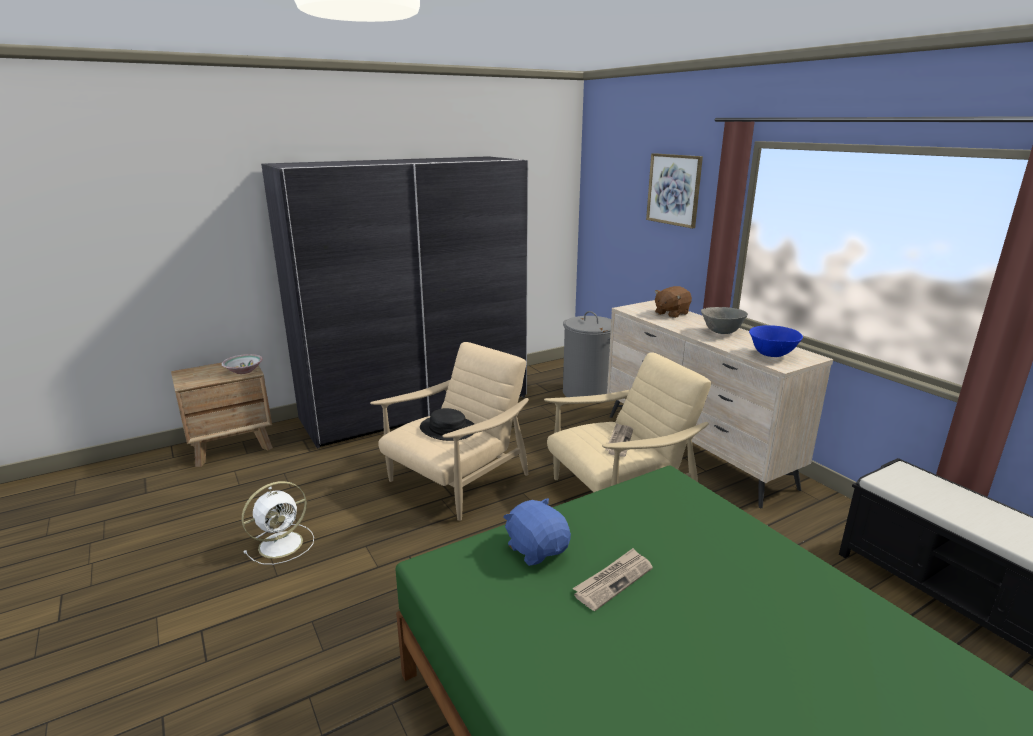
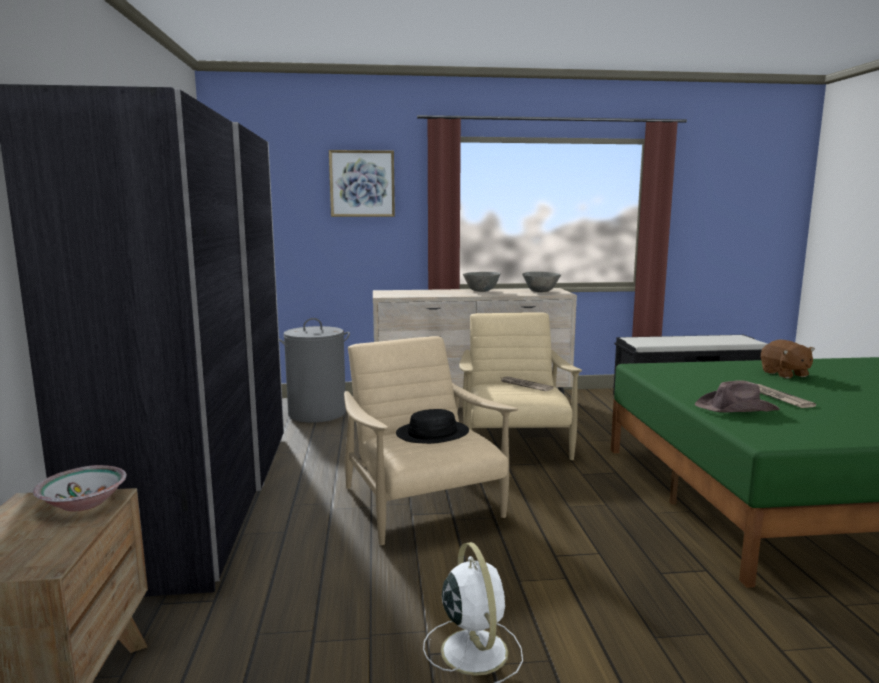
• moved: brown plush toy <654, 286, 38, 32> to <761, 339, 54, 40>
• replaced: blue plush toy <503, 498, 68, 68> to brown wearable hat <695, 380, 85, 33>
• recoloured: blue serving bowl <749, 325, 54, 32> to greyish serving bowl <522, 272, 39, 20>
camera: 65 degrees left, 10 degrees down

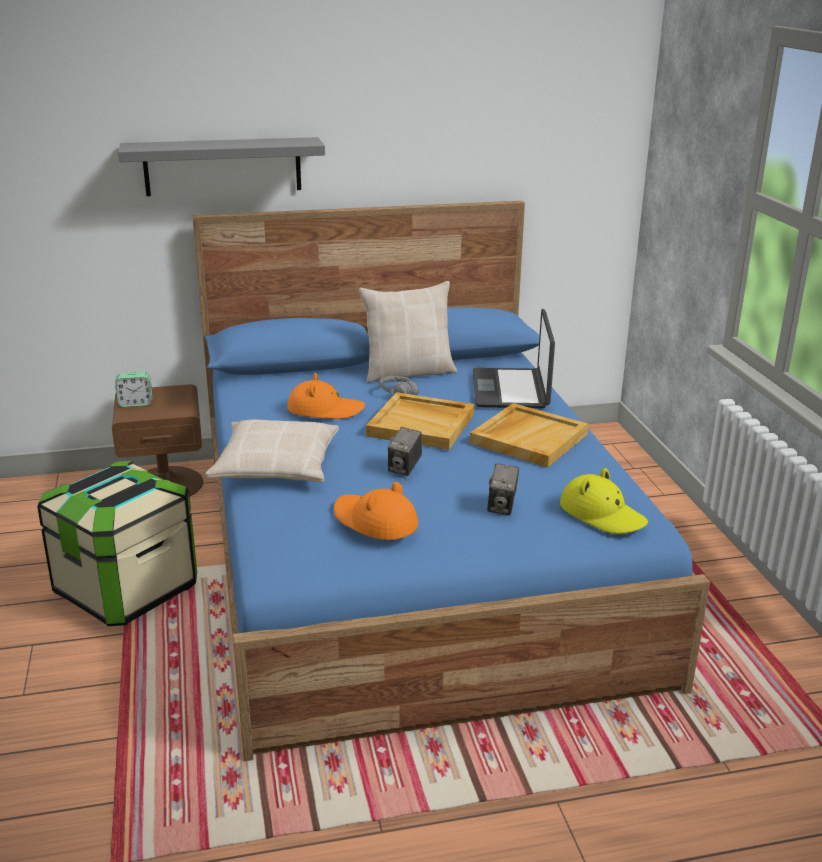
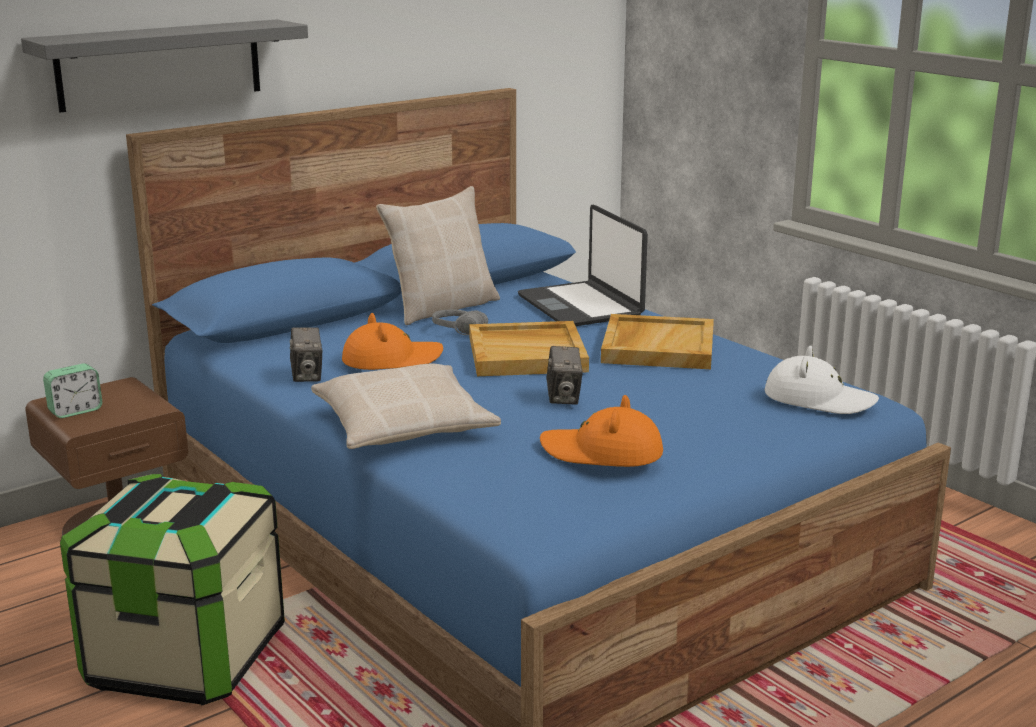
• moved: still camera <487, 463, 32, 52> to <290, 327, 32, 55>
• recoloured: yellowish wearable hat <560, 468, 88, 66> to white-coloured wearable hat <765, 345, 114, 69>
camera: 25 degrees left, 5 degrees down

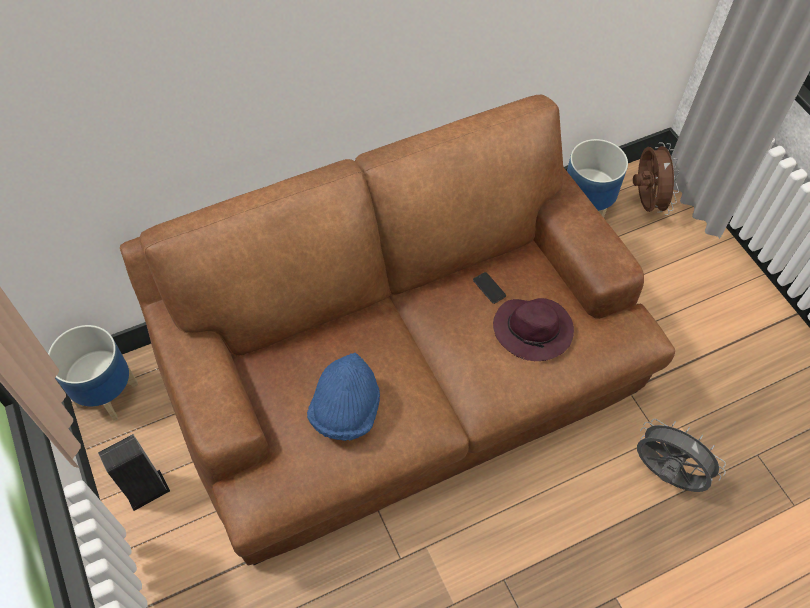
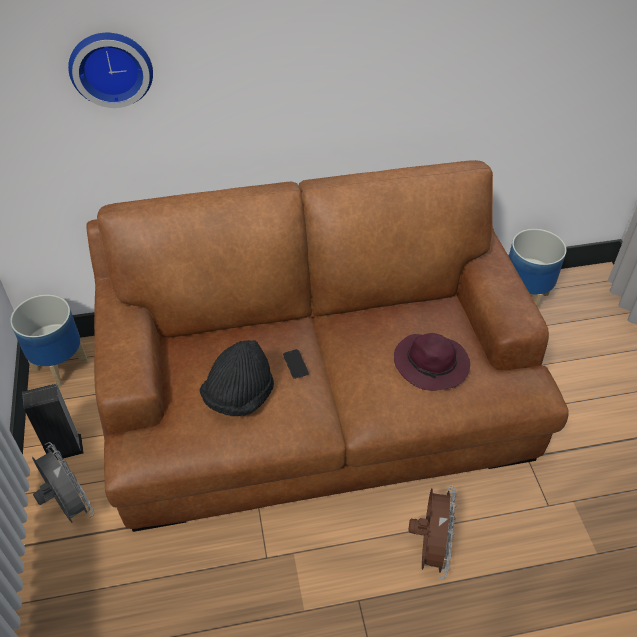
• added: wall clock <68, 33, 85, 75>
• moved: handset <473, 272, 33, 32> to <283, 349, 26, 30>
• moved: brown cooling fan <633, 142, 46, 73> to <408, 485, 49, 94>
• moved: greyish cooling fan <637, 419, 89, 73> to <32, 442, 62, 81>
• recoloured: blue wearable hat <307, 353, 73, 88> to black-coloured wearable hat <200, 340, 74, 76>
camera: 15 degrees right, 10 degrees down

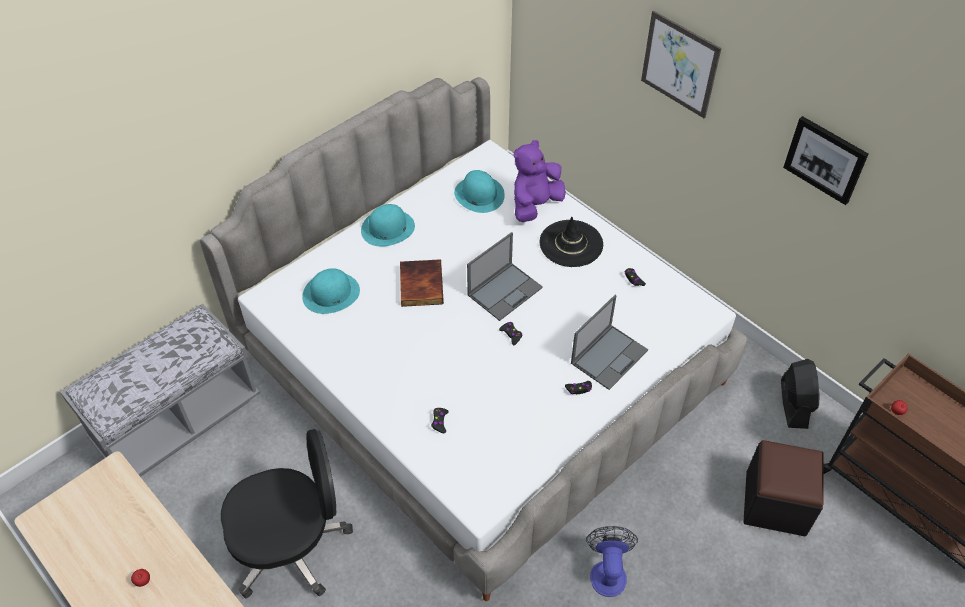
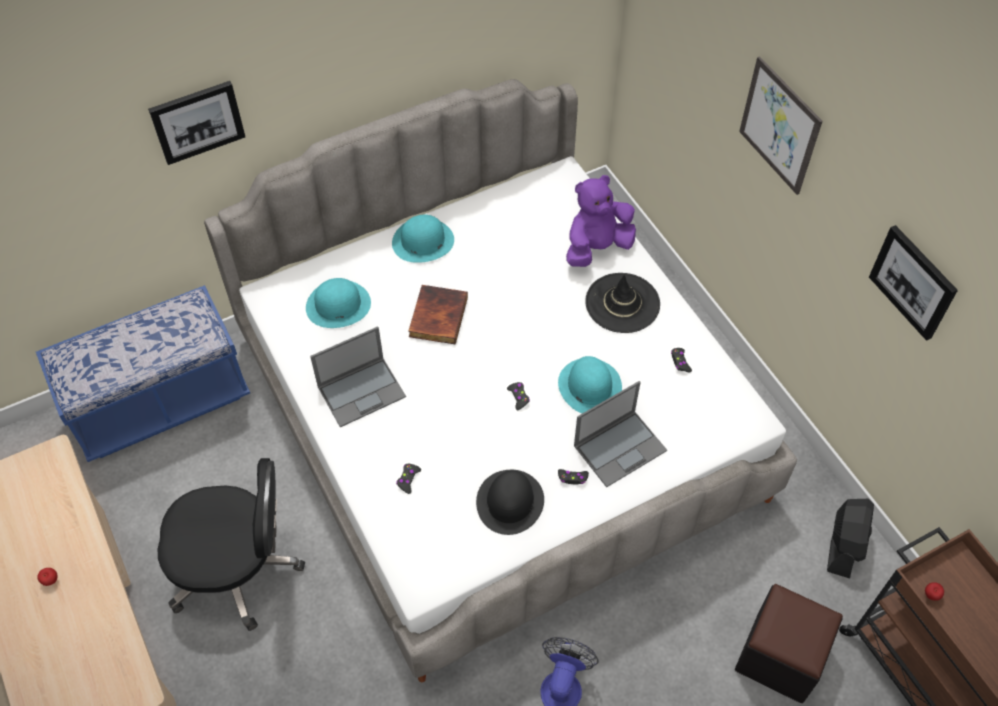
• added: wall picture <148, 81, 97, 84>
• added: black-coloured wearable hat <476, 470, 68, 65>
• moved: turquoise-coloured wearable hat <454, 170, 51, 43> to <558, 356, 64, 57>
• moved: portable computer <467, 232, 76, 89> to <310, 326, 96, 101>
• recoloured: greyish indoor bench <60, 304, 200, 173> to blue indoor bench <36, 285, 214, 177>
camera: 15 degrees right, 5 degrees up

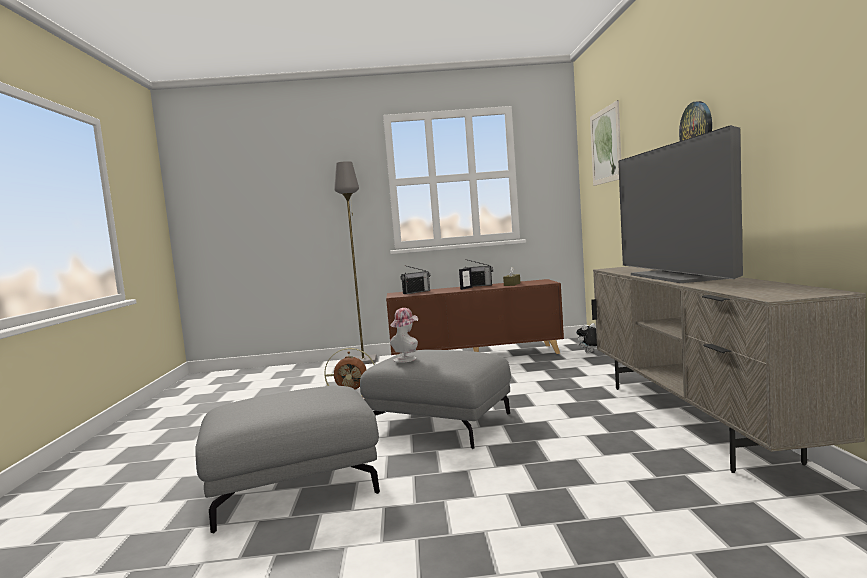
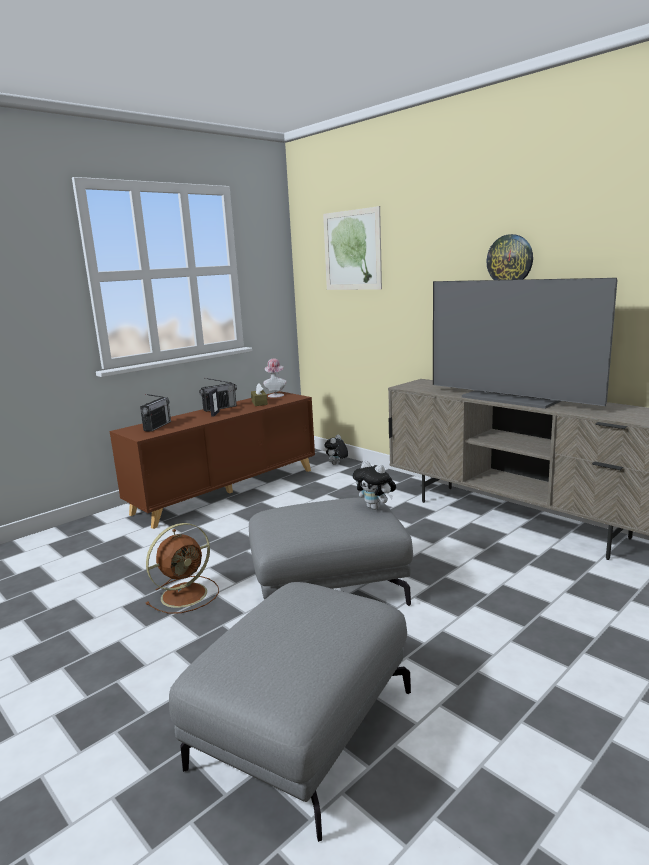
• removed: greyish floor lamp <334, 161, 43, 203>
• added: plush toy <353, 461, 43, 49>
• moved: wearable hat <390, 308, 28, 55> to <263, 358, 24, 40>
camera: 40 degrees left, 10 degrees up

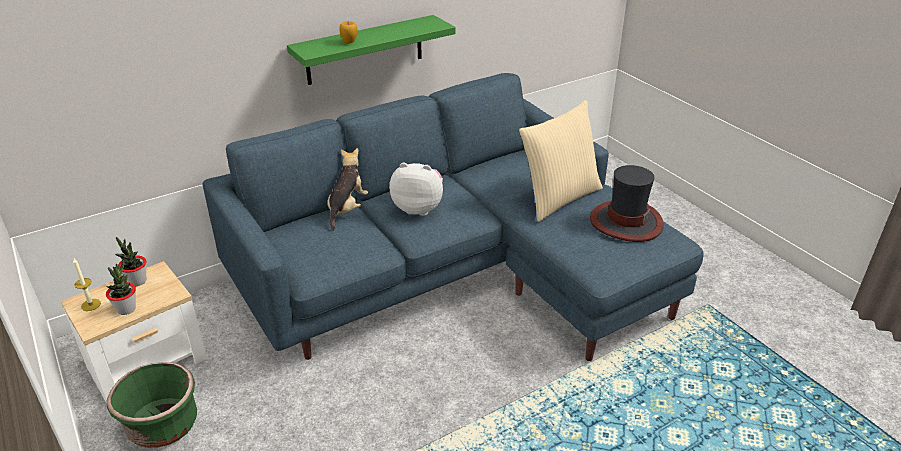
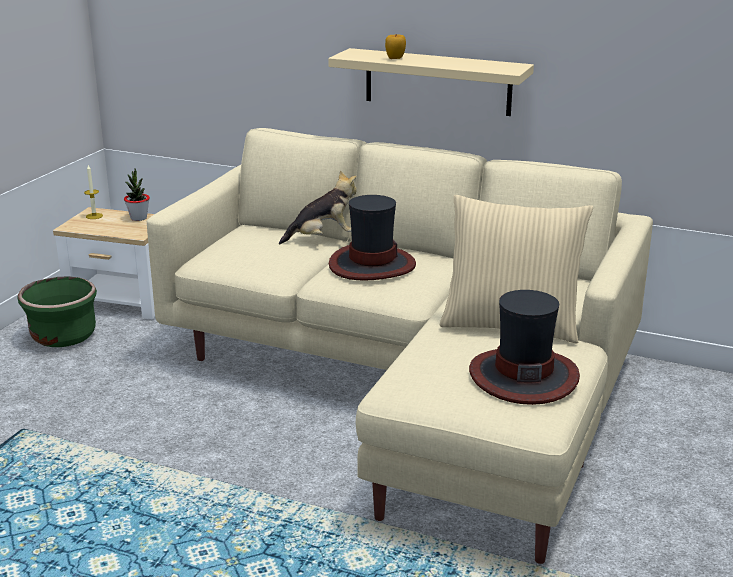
• removed: houseplant <106, 260, 30, 55>
• replaced: plush toy <389, 162, 54, 54> to wearable hat <329, 195, 87, 86>
• recoloured: blue settee <202, 73, 501, 288> to beige-coloured settee <147, 128, 506, 436>
• recoloured: green-coloured wall shelf <287, 15, 169, 70> to beige-coloured wall shelf <328, 48, 206, 68>
camera: 55 degrees right, 10 degrees down

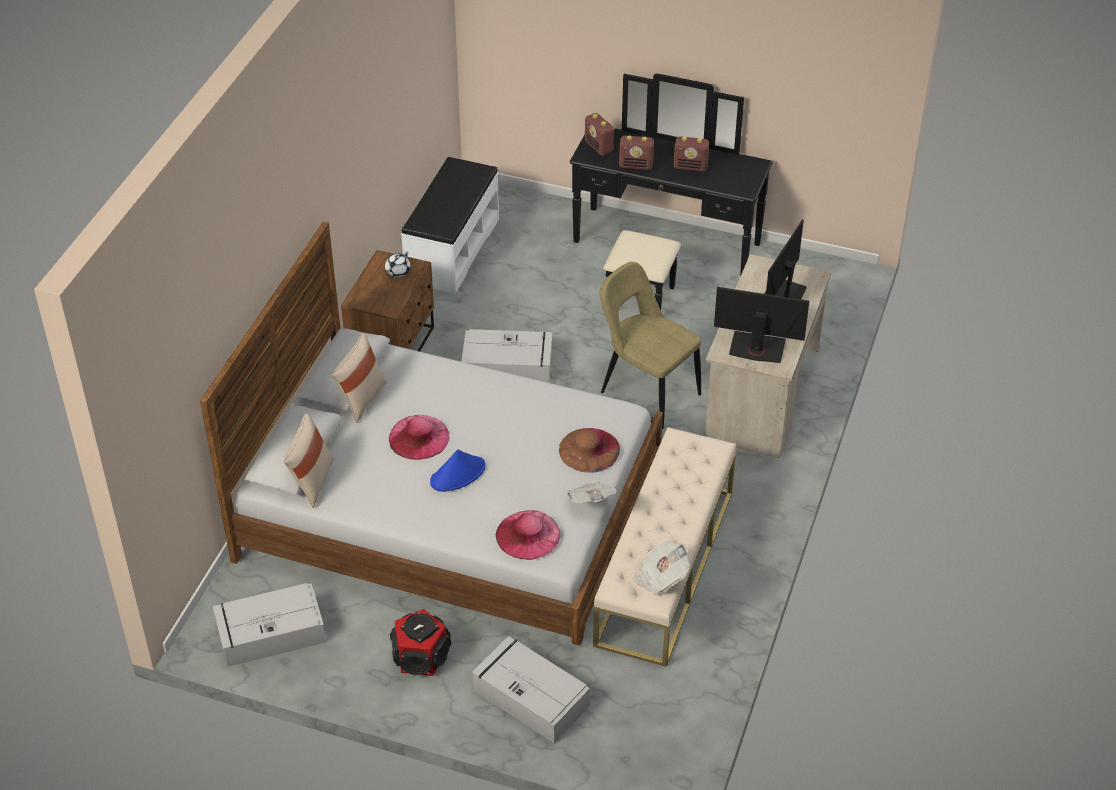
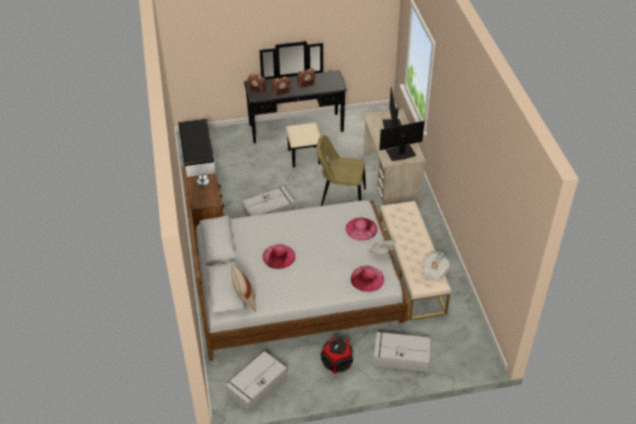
• removed: beige-coloured pillow <332, 333, 55, 90>
• removed: blue wearable hat <430, 449, 56, 43>
• recoloured: brown wearable hat <559, 428, 61, 45> to pinkish wearable hat <346, 218, 31, 23>
camera: 30 degrees left, 0 degrees up

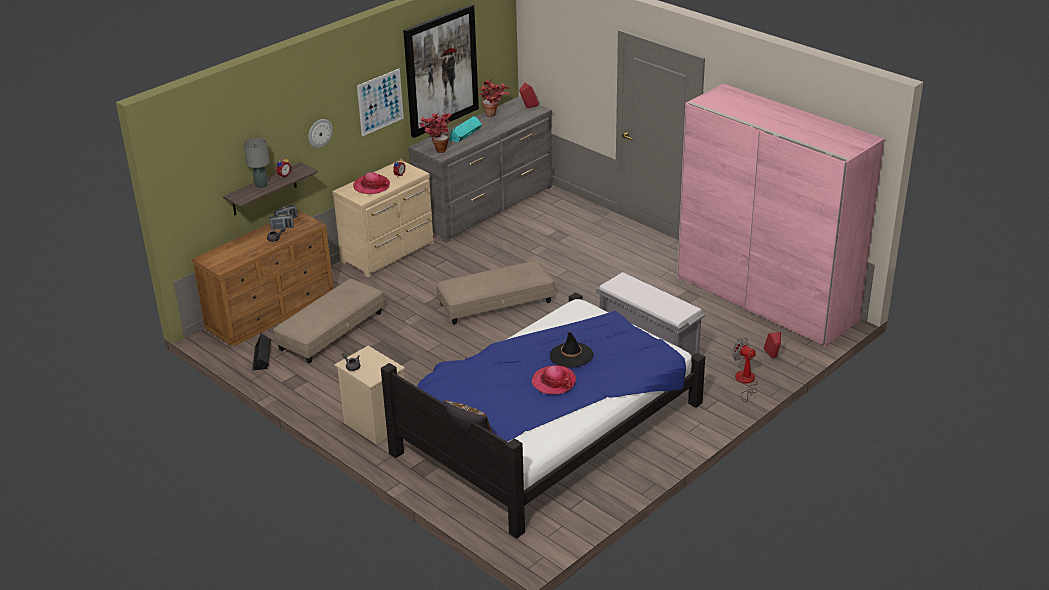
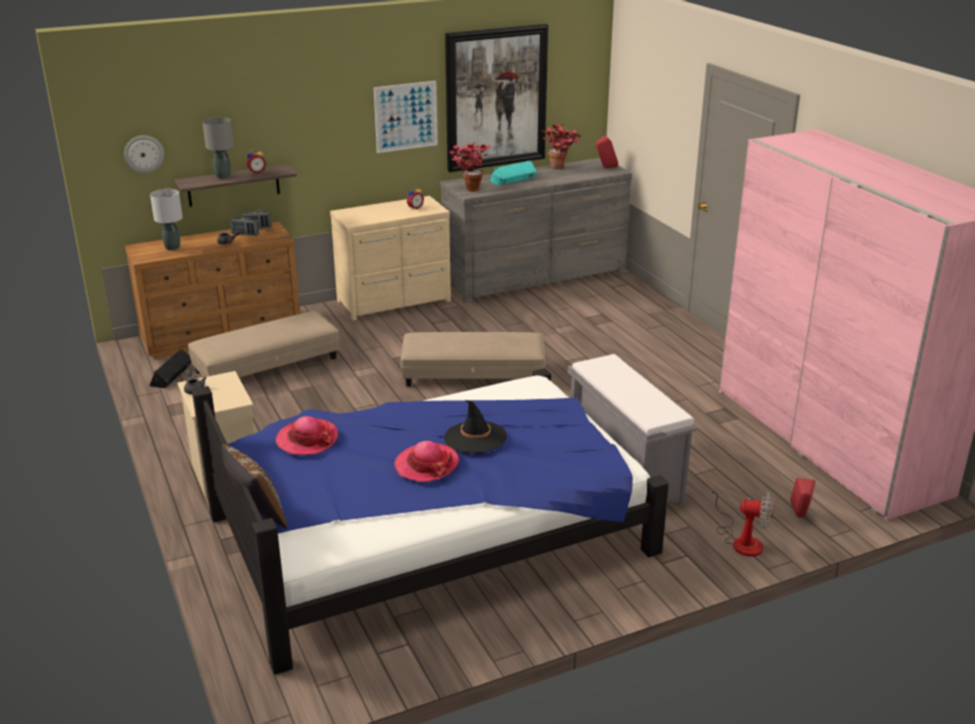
• added: greyish tabletop lamp <150, 189, 33, 61>
• moved: wall clock <308, 119, 25, 29> to <124, 135, 40, 38>
• moved: wearable hat <353, 172, 37, 22> to <276, 416, 62, 39>
• turned: cooling fan <732, 338, 26, 64> = <711, 486, 63, 71> 135 degrees clockwise
camera: 20 degrees right, 5 degrees down

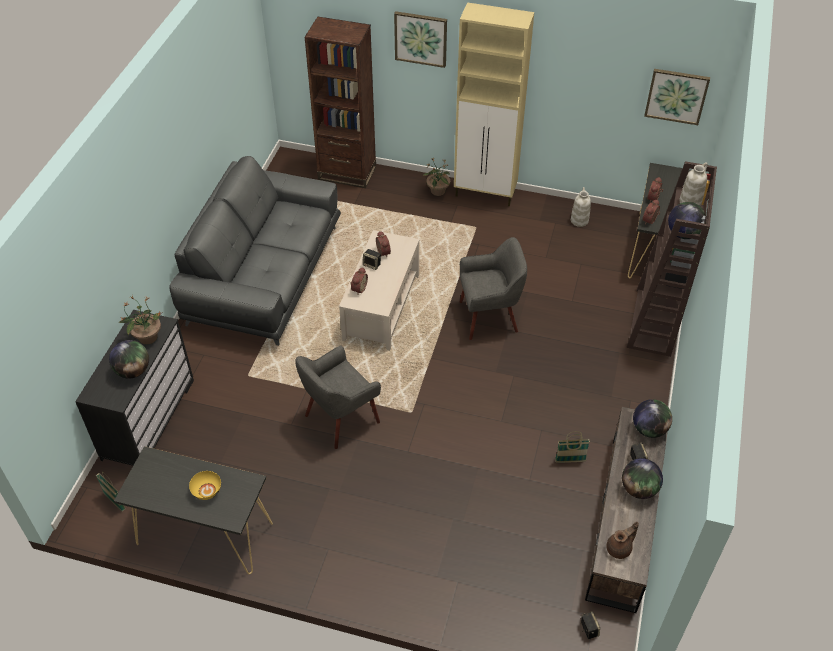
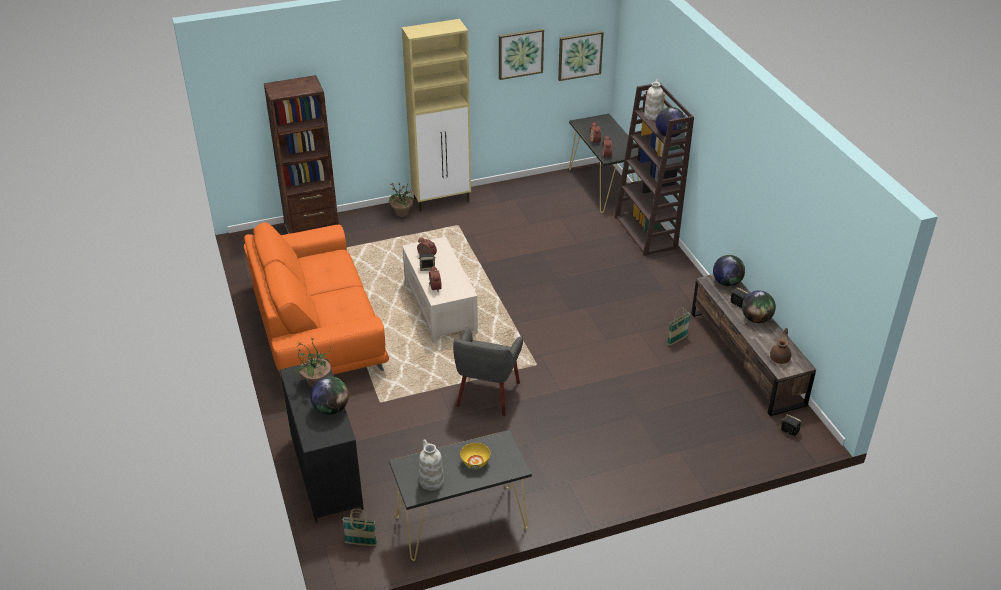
• removed: greyish easy chair <460, 237, 67, 103>
• moved: wall picture <394, 11, 53, 57> to <499, 29, 45, 51>
• moved: white-coloured flower vase <571, 187, 20, 40> to <419, 439, 25, 52>
• recoloured: greyish settee <169, 156, 172, 190> to orange-coloured settee <244, 222, 145, 154>
camera: 35 degrees left, 10 degrees down

